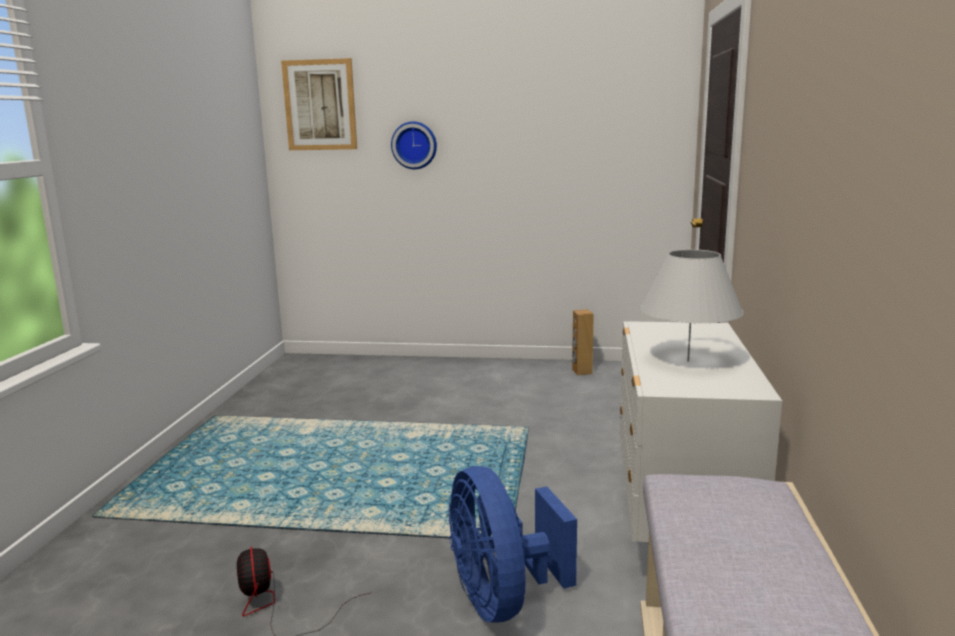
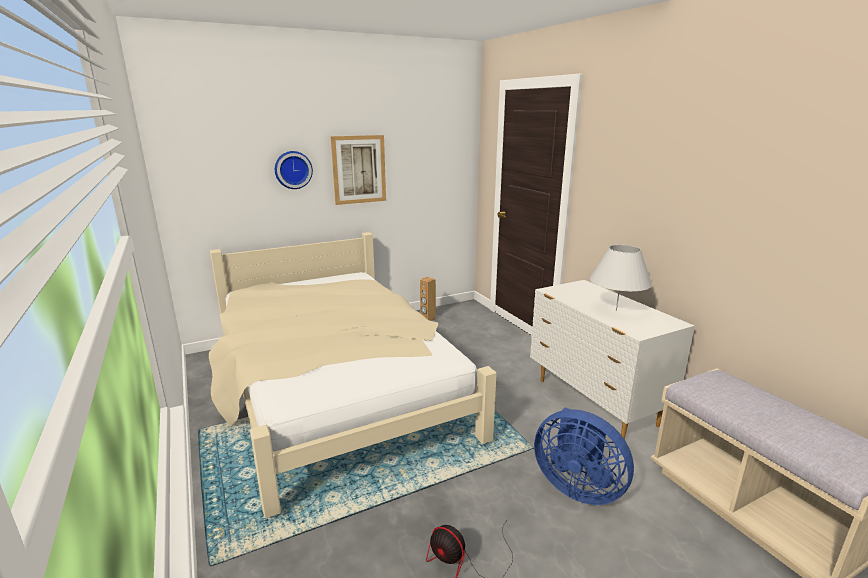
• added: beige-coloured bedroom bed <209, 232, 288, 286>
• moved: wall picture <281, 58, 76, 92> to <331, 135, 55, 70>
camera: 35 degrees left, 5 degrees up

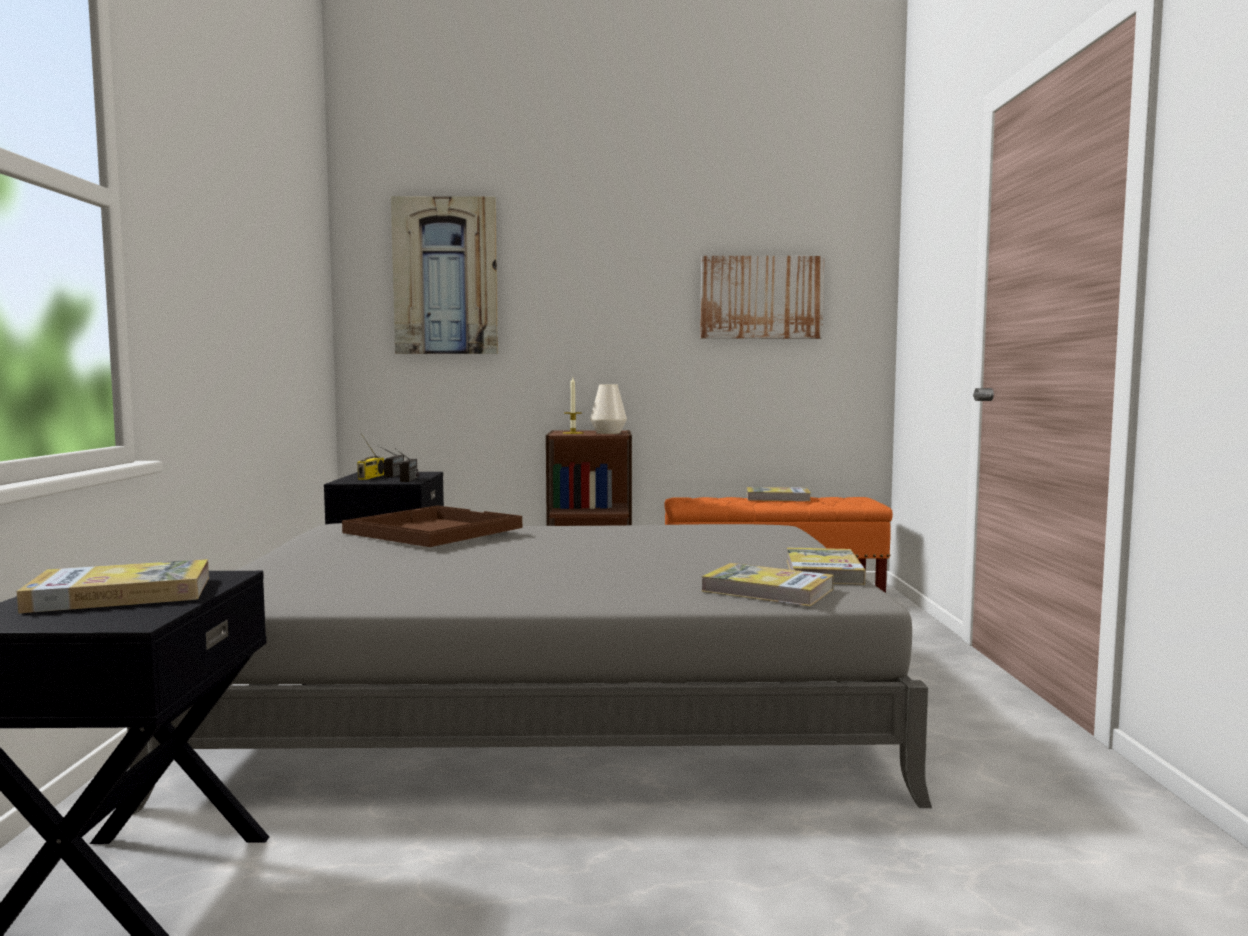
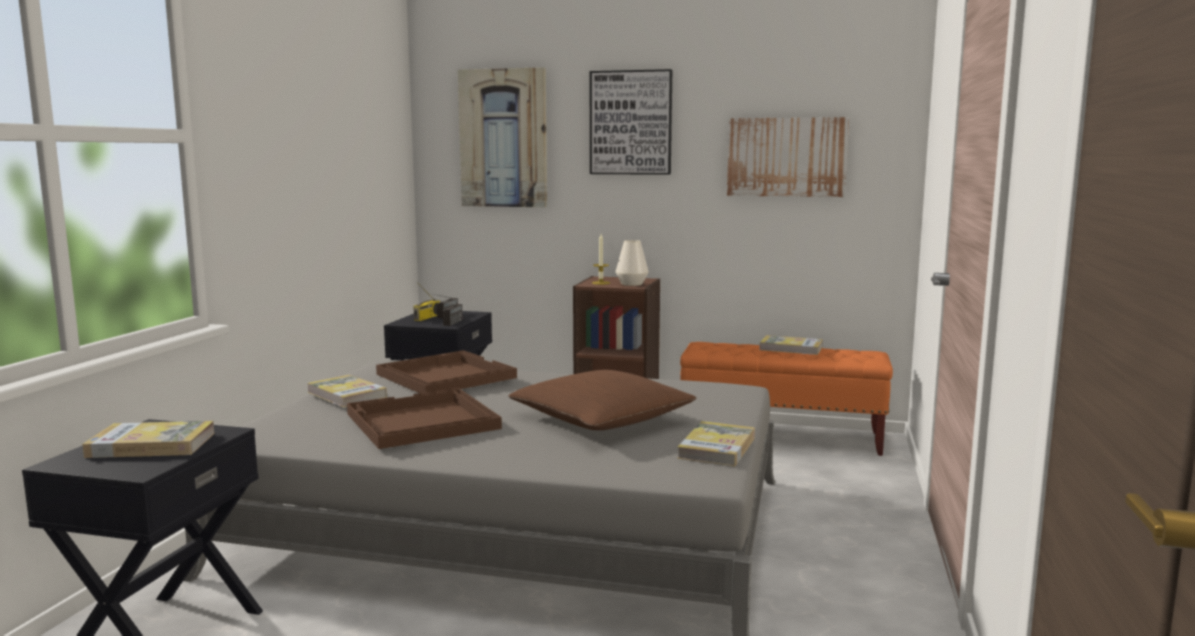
• added: brown tray <347, 388, 155, 61>
• added: brown pillow <508, 370, 188, 60>
• added: wall picture <590, 69, 82, 106>
• moved: book <701, 563, 132, 43> to <307, 375, 80, 32>
camera: 15 degrees right, 5 degrees up

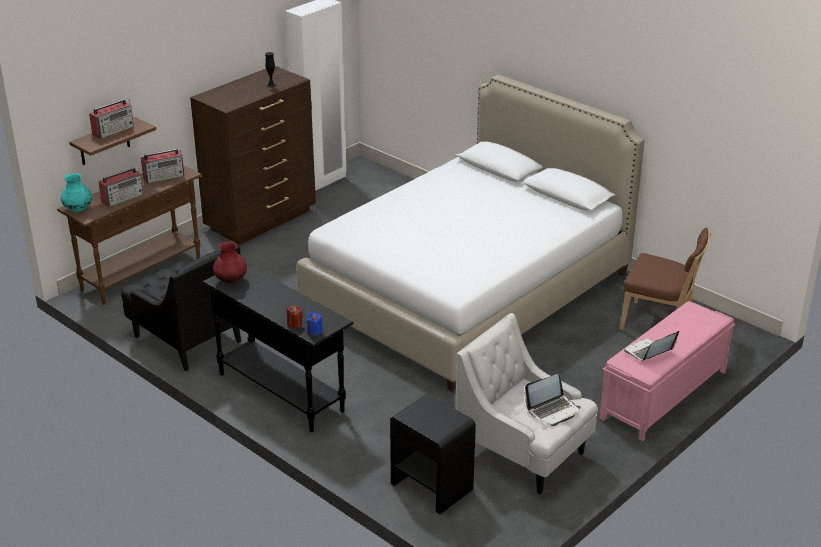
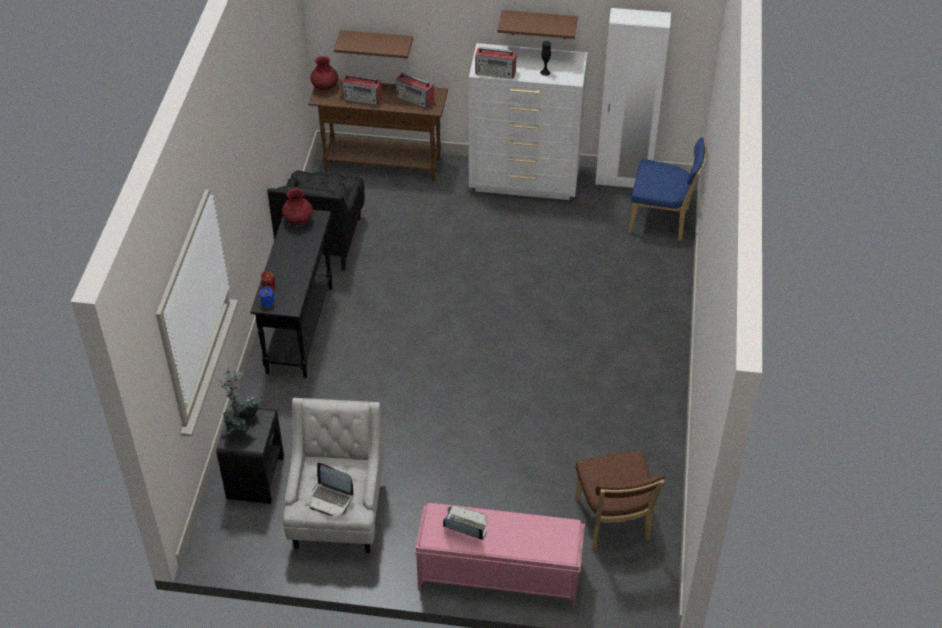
• removed: white-coloured bedroom bed <297, 75, 347, 317>
• added: houseplant <217, 367, 42, 67>
• added: brown wall shelf <498, 10, 80, 29>
• added: blue plain chair <628, 137, 79, 104>
• moved: radio set <89, 99, 45, 40> to <475, 47, 41, 32>
• recoloured: turquoise-coloured flower vase <61, 173, 31, 39> to red flower vase <310, 56, 28, 35>
• recoloured: brown dresser <190, 66, 126, 179> to white-coloured dresser <469, 43, 119, 157>
camera: 55 degrees right, 15 degrees up

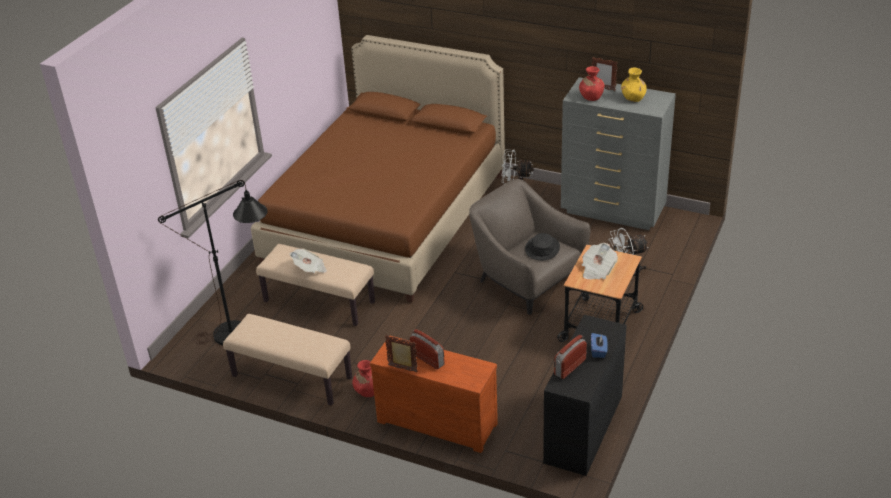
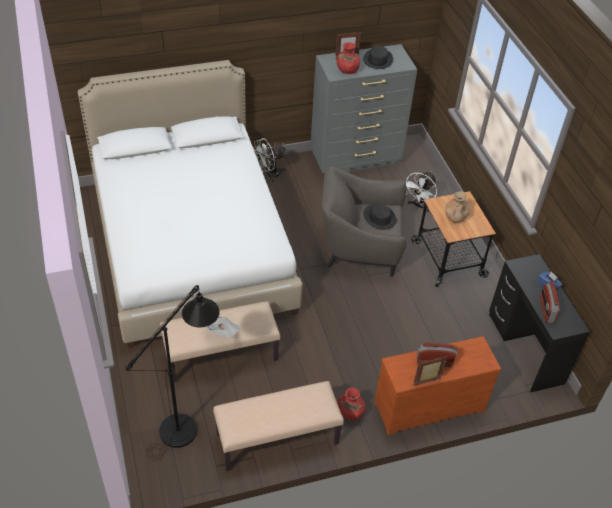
• replaced: newspaper <582, 243, 36, 36> to brown flower vase <445, 191, 25, 32>
• replaced: yellowish flower vase <621, 67, 26, 35> to black-coloured wearable hat <363, 46, 30, 23>
• recoloured: brown bedroom bed <251, 35, 254, 268> to white-coloured bedroom bed <78, 60, 225, 288>
camera: 45 degrees left, 10 degrees up

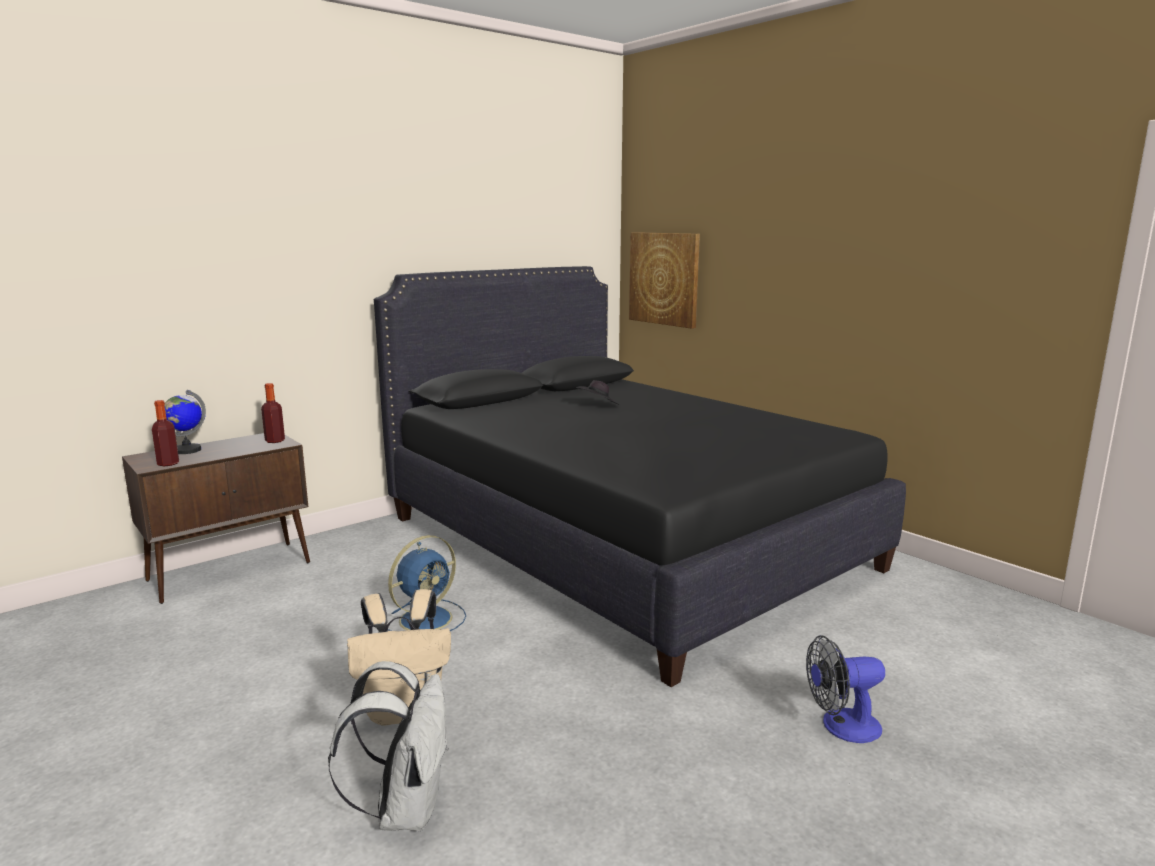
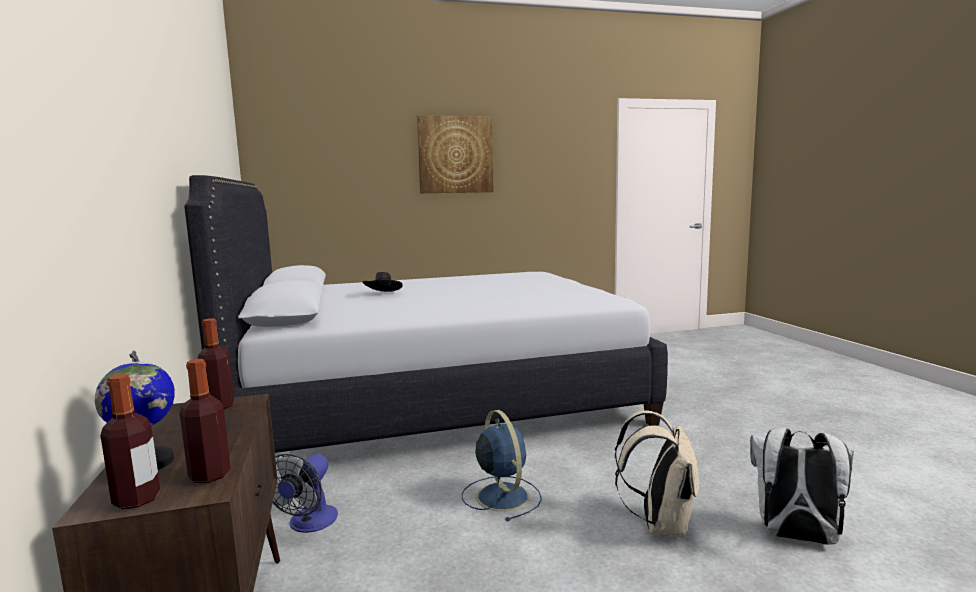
• added: bottle <100, 374, 60, 135>
• moved: wall picture <629, 232, 71, 97> to <417, 115, 76, 78>
• moved: cooling fan <806, 635, 79, 108> to <273, 454, 65, 79>
• recoloured: black-coloured bedroom bed <374, 266, 532, 421> to white-coloured bedroom bed <184, 175, 484, 278>
camera: 65 degrees left, 5 degrees down

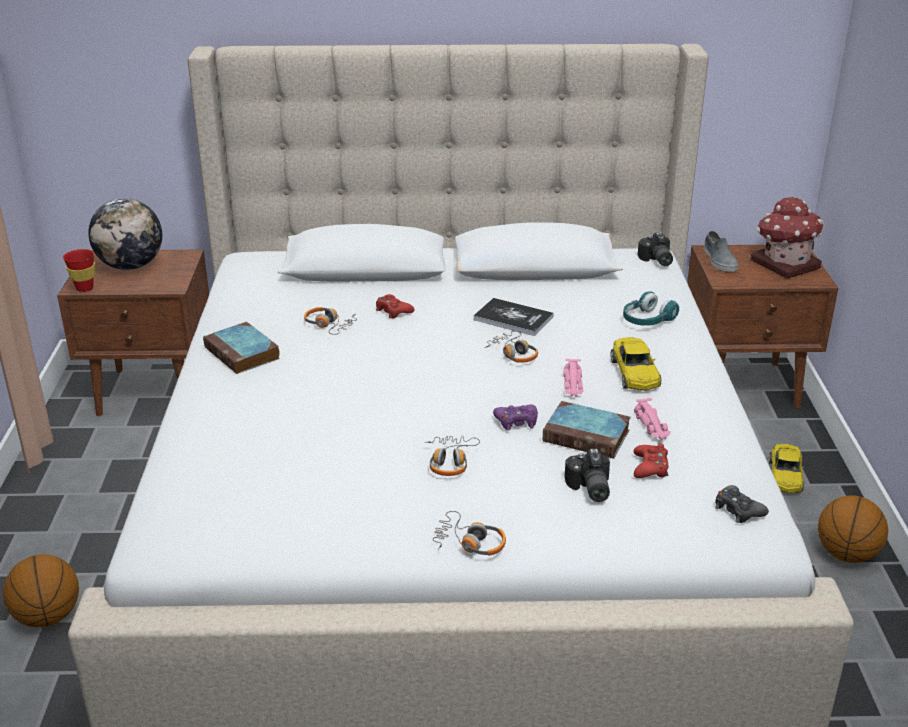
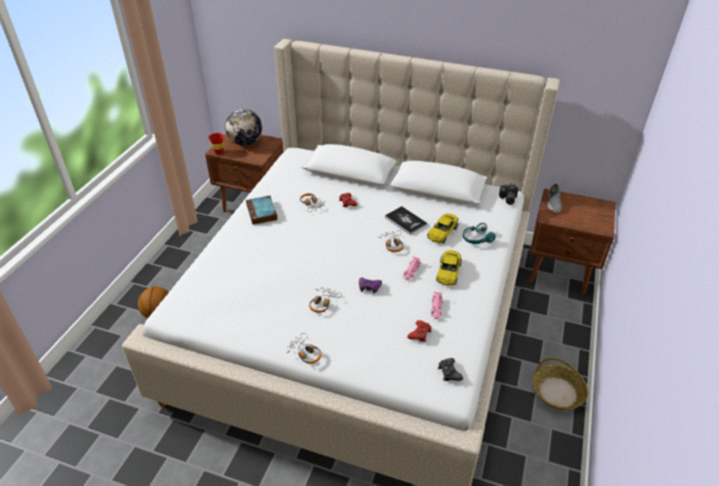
• removed: book <543, 401, 88, 58>
• removed: still camera <565, 448, 45, 54>
• removed: miniature house <751, 197, 73, 82>
• moved: yellowish toy car <769, 444, 35, 49> to <427, 213, 31, 30>
• replaced: basketball <818, 496, 70, 67> to basket <533, 358, 55, 52>
camera: 20 degrees right, 10 degrees up

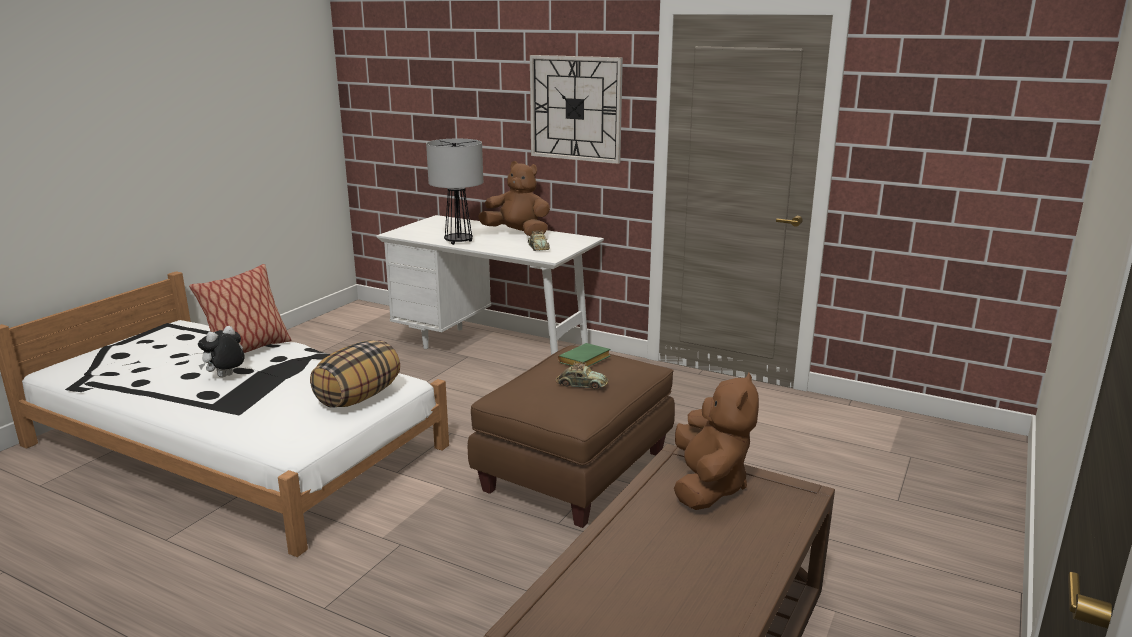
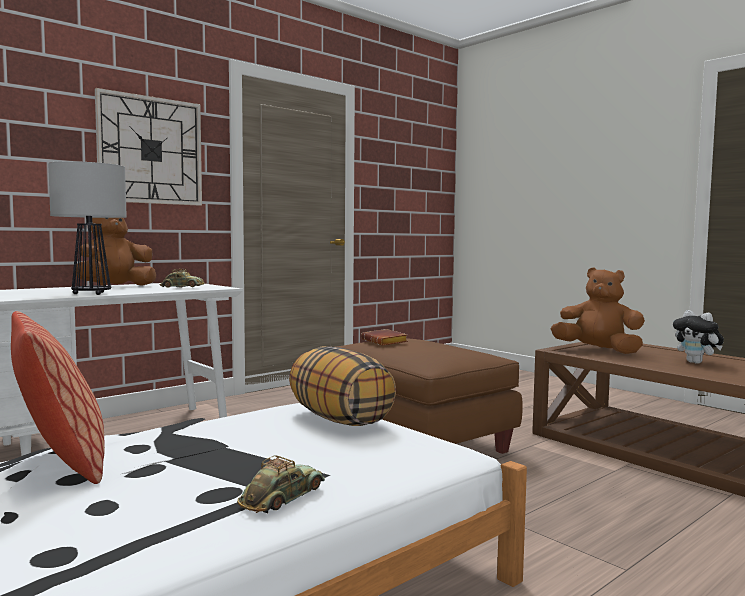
• moved: plush toy <198, 326, 47, 51> to <673, 310, 51, 54>
• moved: toy car <555, 362, 53, 27> to <237, 455, 88, 58>
• recoloured: green-coloured book <558, 343, 53, 24> to brown book <361, 329, 47, 16>
camera: 70 degrees left, 15 degrees down

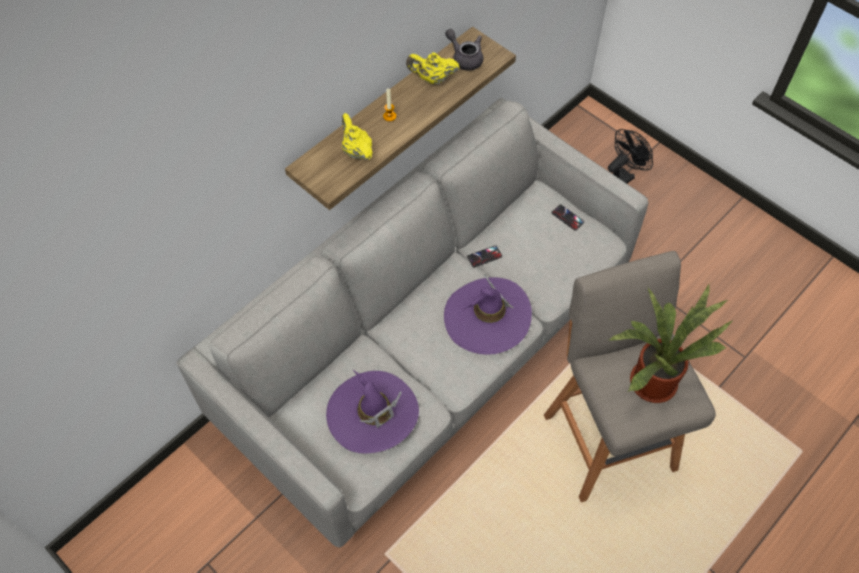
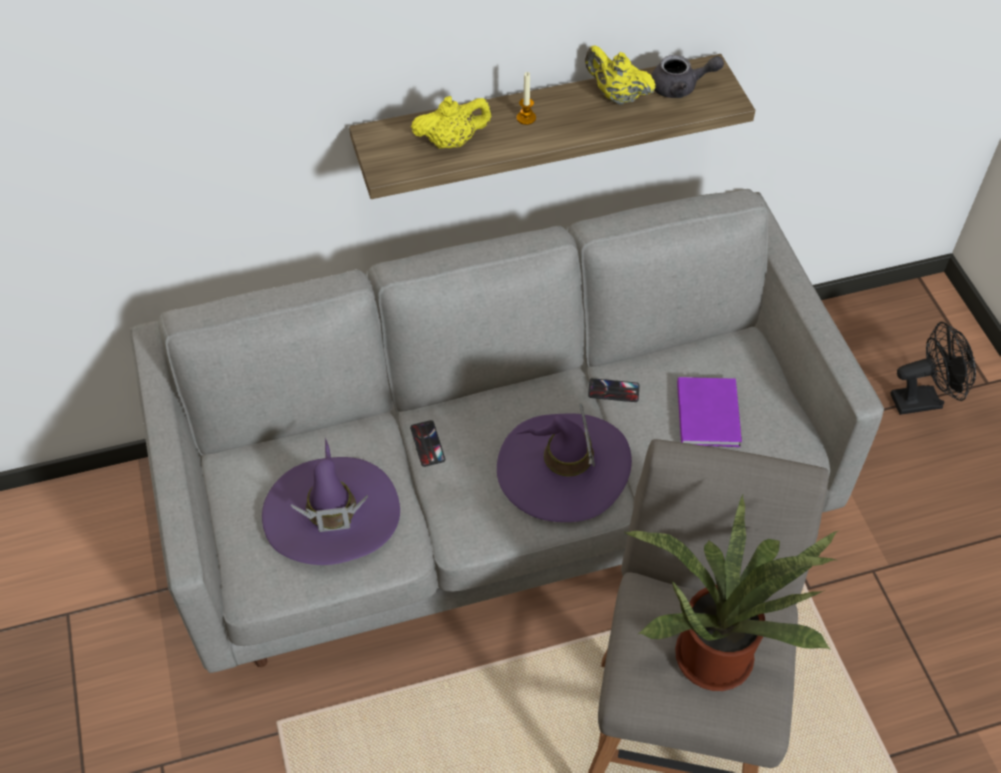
• added: purplish book <677, 377, 65, 70>
• moved: handset <551, 204, 33, 26> to <410, 420, 35, 47>
• turned: yellowish pot for tea <342, 113, 31, 47> = <411, 96, 81, 53> 75 degrees clockwise
• turned: greyish pot for tea <445, 29, 38, 42> = <651, 55, 73, 43> 105 degrees clockwise
camera: 30 degrees right, 5 degrees down

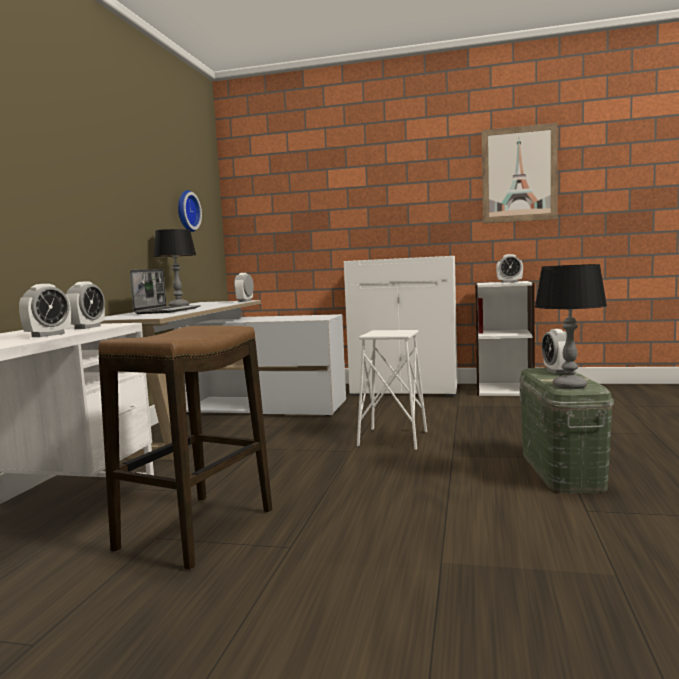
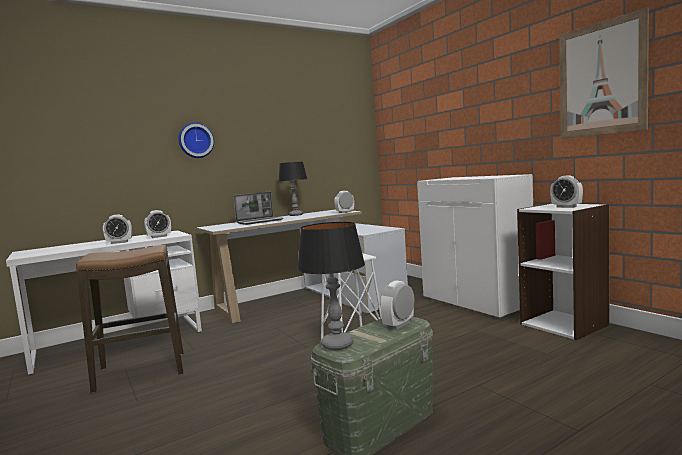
• moved: wall clock <178, 190, 24, 42> to <179, 123, 35, 35>
camera: 45 degrees right, 0 degrees up

